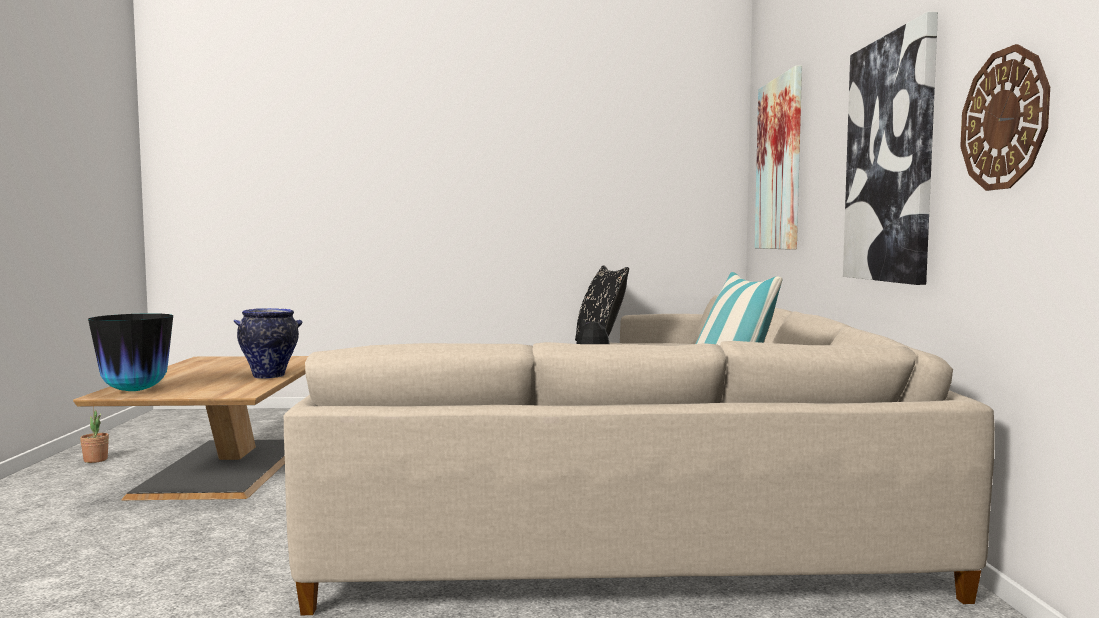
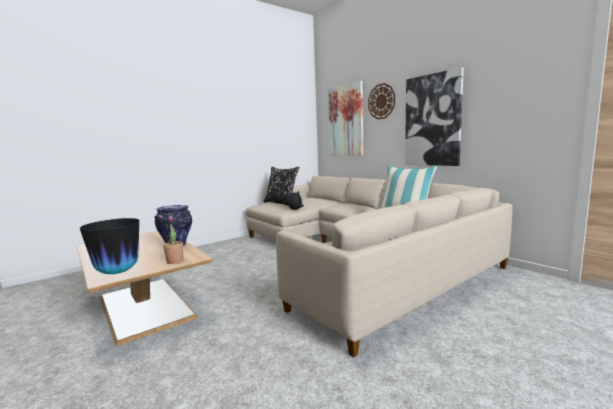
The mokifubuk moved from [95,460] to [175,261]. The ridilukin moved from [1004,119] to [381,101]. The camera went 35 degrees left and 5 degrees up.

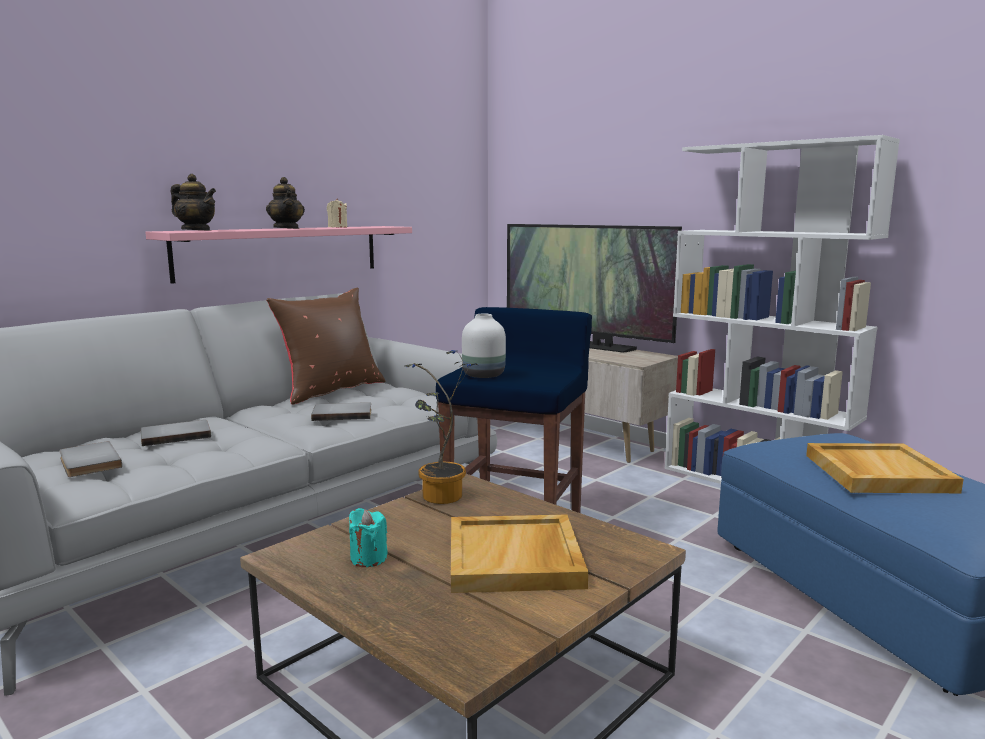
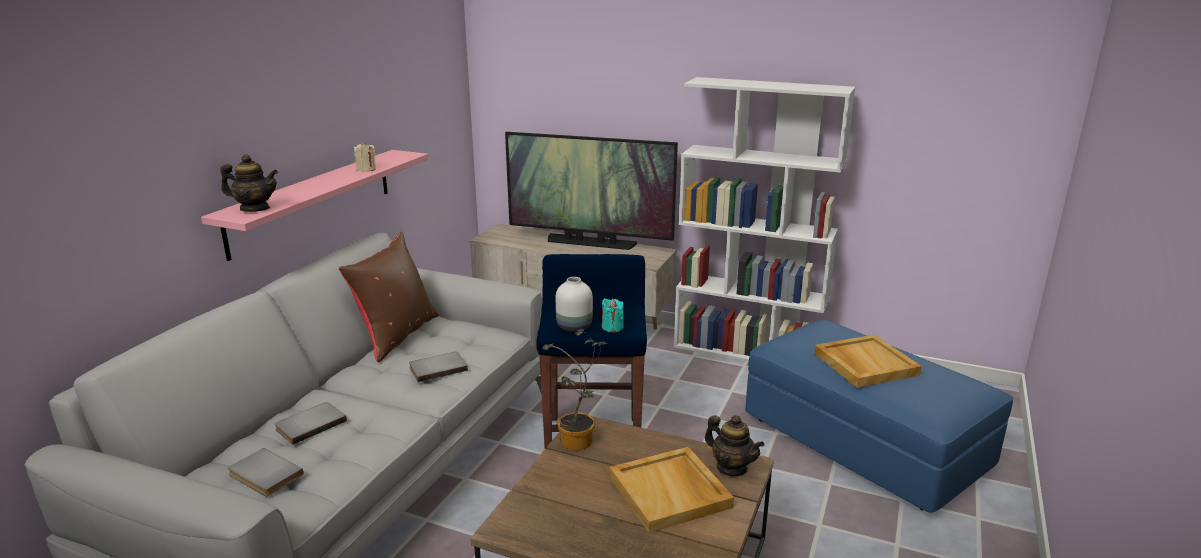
The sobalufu moved from [286,228] to [732,468]. The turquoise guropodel moved from [368,558] to [612,327]. The camera went 20 degrees left and 10 degrees up.

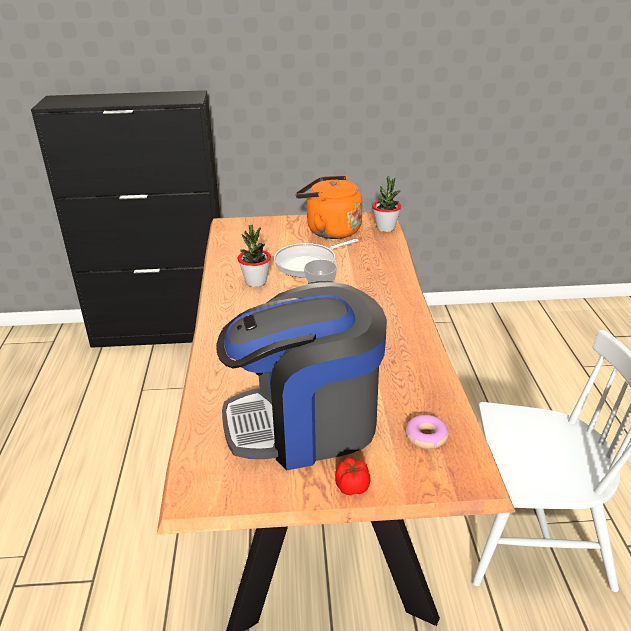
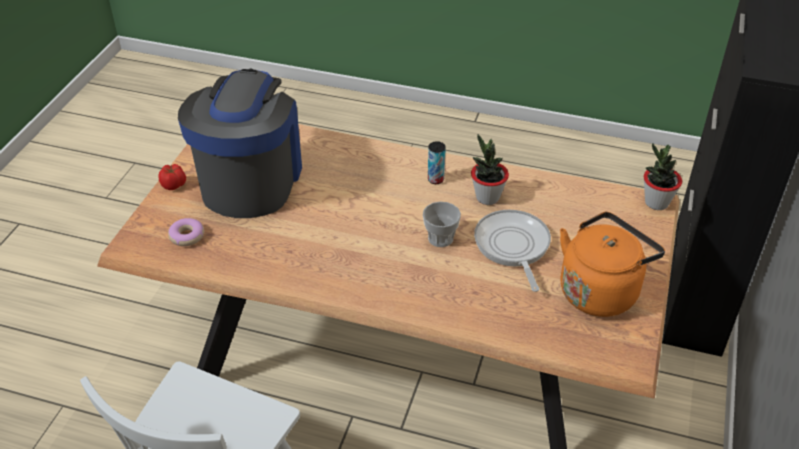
The mokifubuk moved from [385,228] to [656,203]. The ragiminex at [435,179] appeared. The camera went 110 degrees right and 10 degrees up.

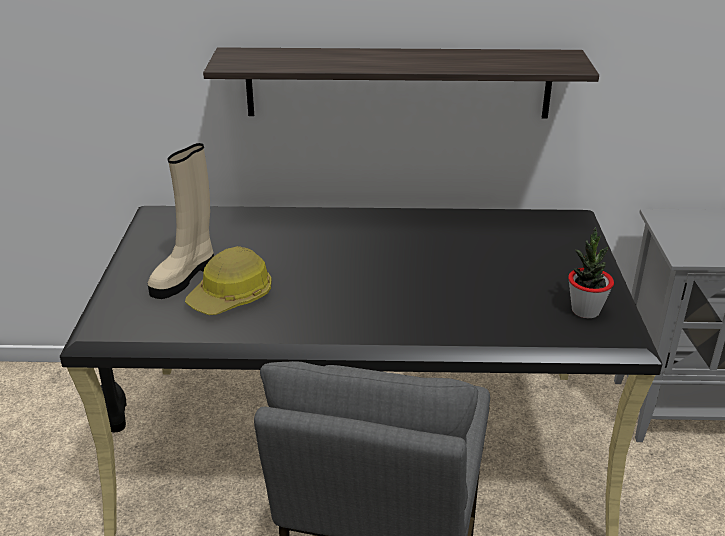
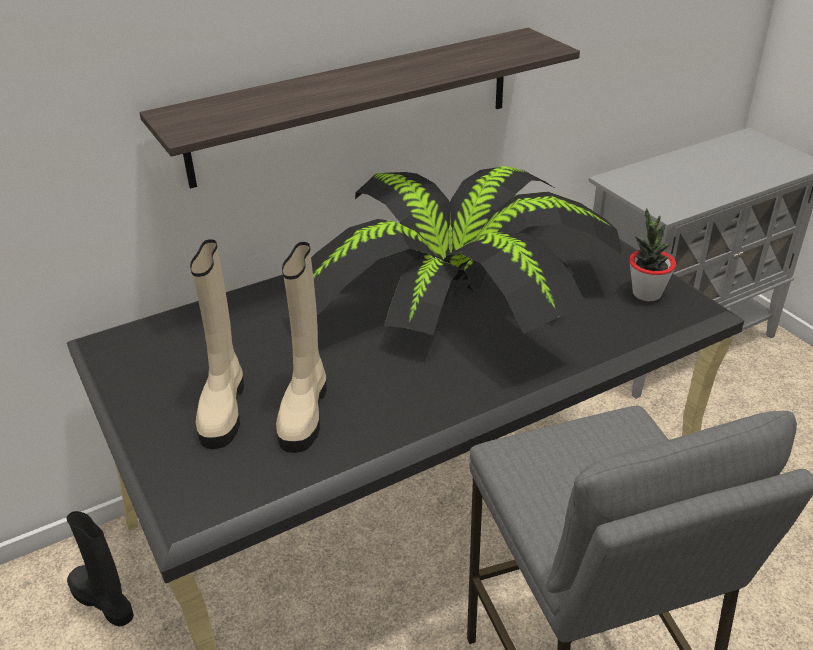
The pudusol at [232,297] was replaced by the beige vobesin at [305,411]. The mokifubuk at [463,288] appeared. The camera went 30 degrees left and 5 degrees up.

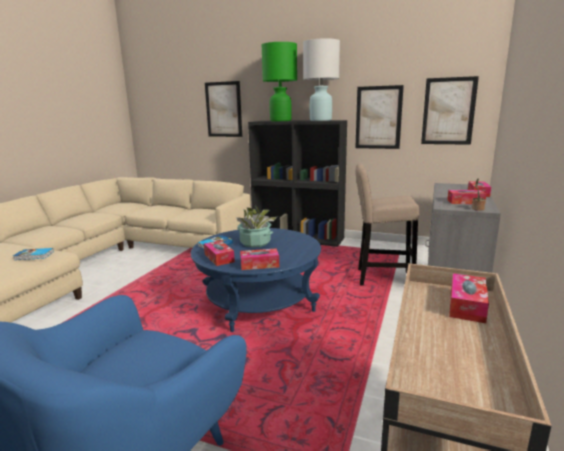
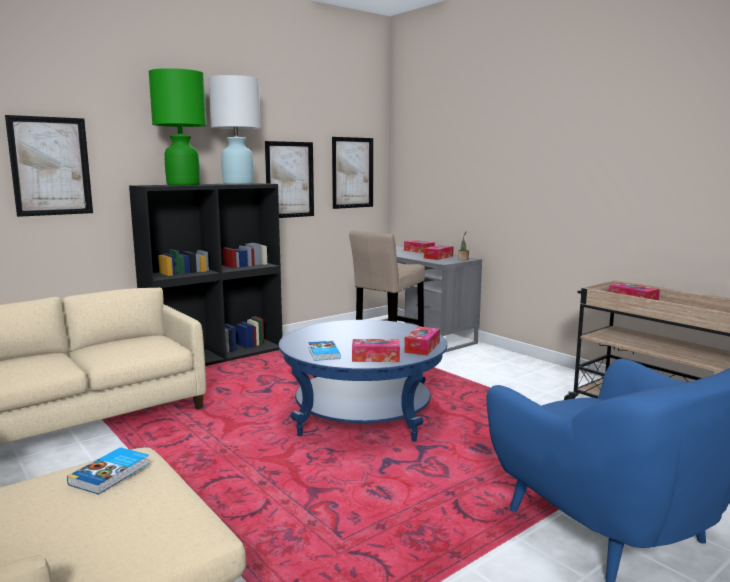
The mokifubuk at [255,243] disappeared. The camera went 60 degrees left and 5 degrees down.

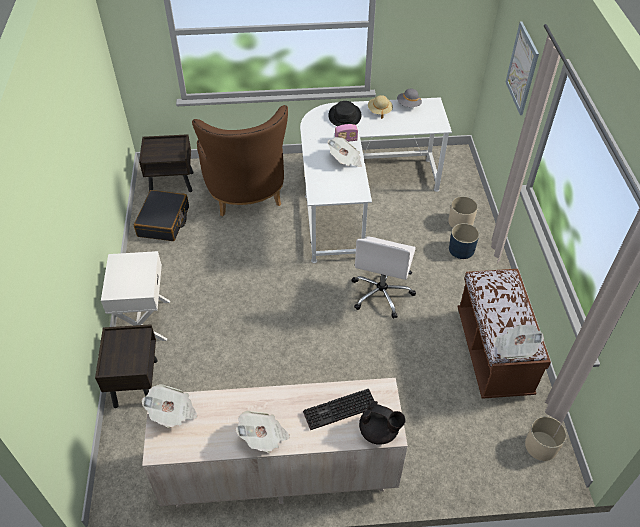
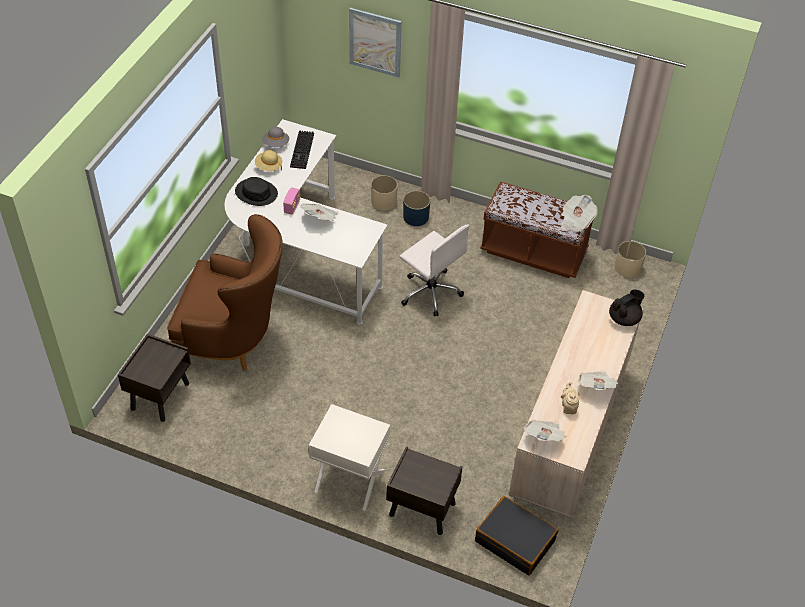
The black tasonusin moved from [164,222] to [515,540]. The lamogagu moved from [339,411] to [303,151]. The beige sobalufu at [568,406] appeared. The camera went 65 degrees left and 0 degrees up.

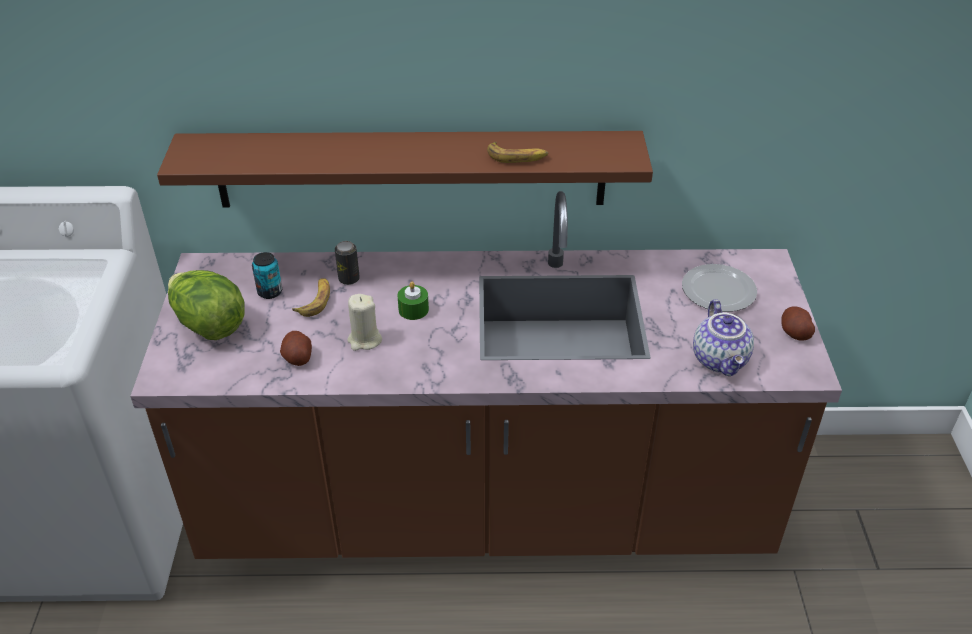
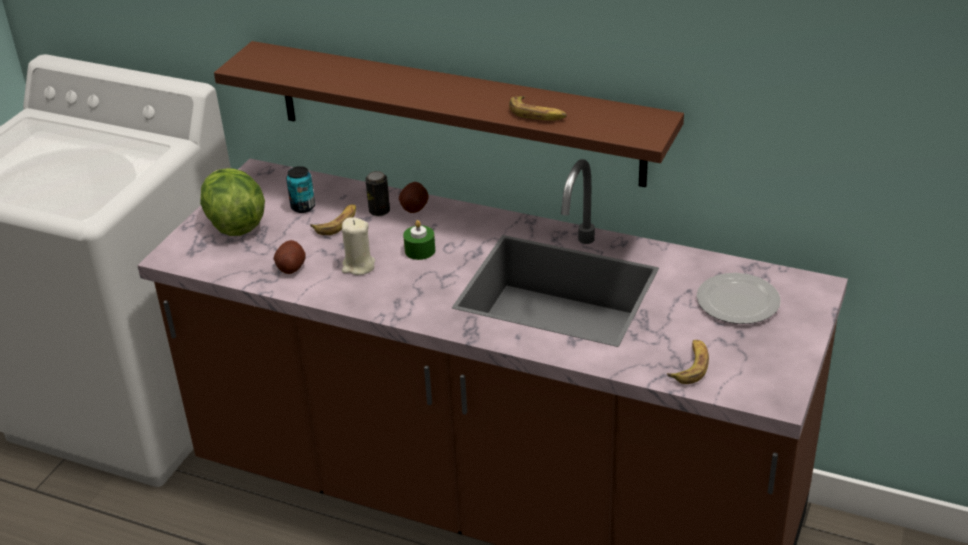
The sobalufu at [721,360] was replaced by the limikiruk at [690,366]. The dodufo moved from [794,333] to [414,207]. The camera went 25 degrees right and 5 degrees down.

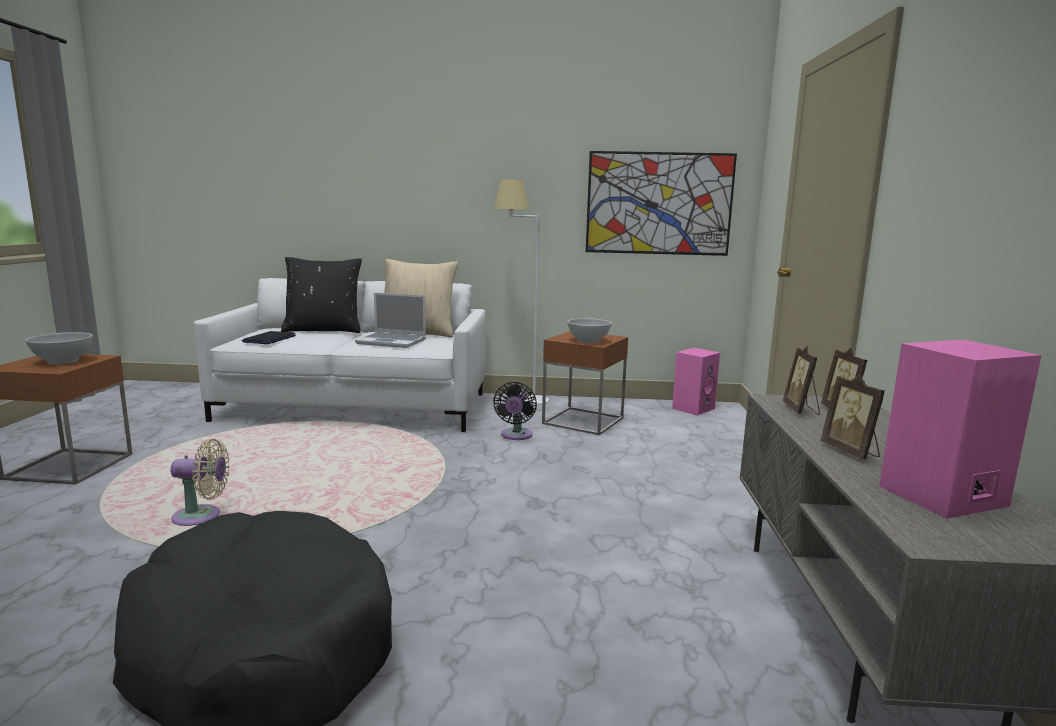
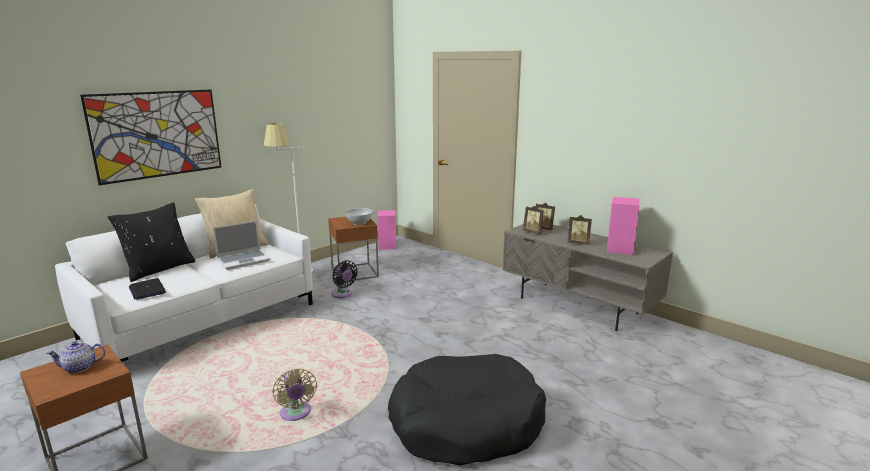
The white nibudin at [62,361] was replaced by the sobalufu at [80,367]. The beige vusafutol at [201,517] turned 120 degrees clockwise. The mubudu moved from [659,203] to [157,134]. The camera went 50 degrees left and 5 degrees up.

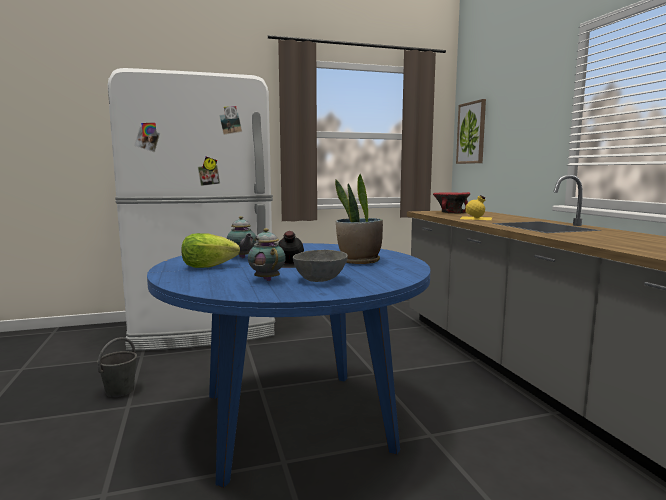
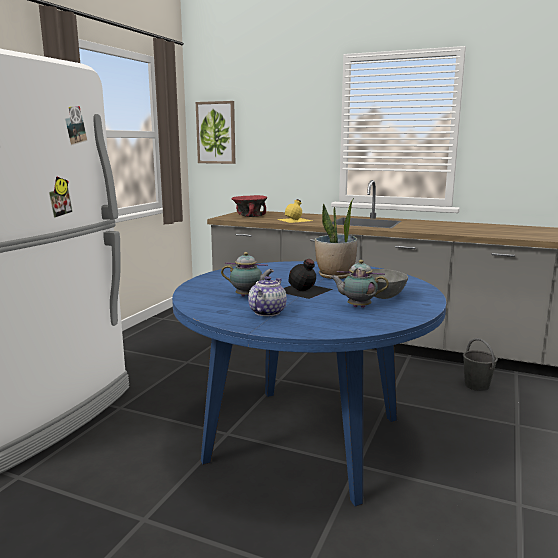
The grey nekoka moved from [120,391] to [476,385]. The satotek at [208,266] was replaced by the sobalufu at [266,312]. The camera went 50 degrees left and 5 degrees up.

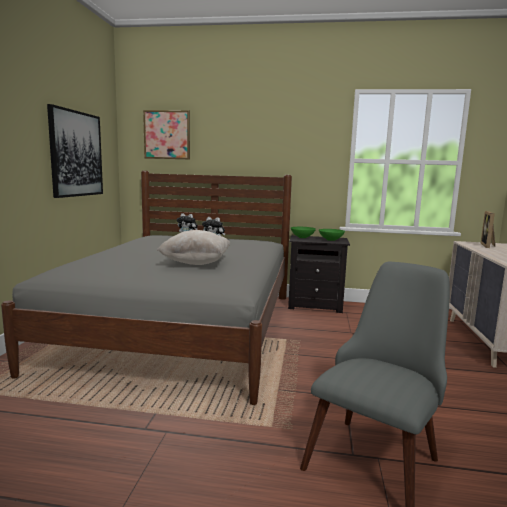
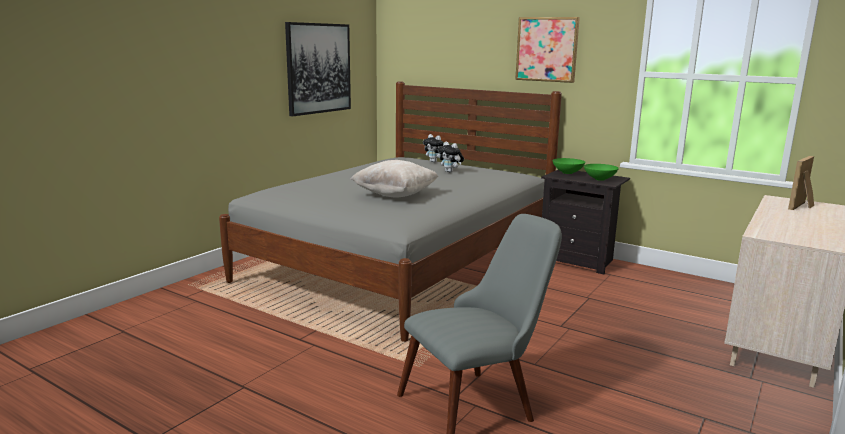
The mubudu moved from [167,135] to [547,49]. The camera went 25 degrees right and 5 degrees up.

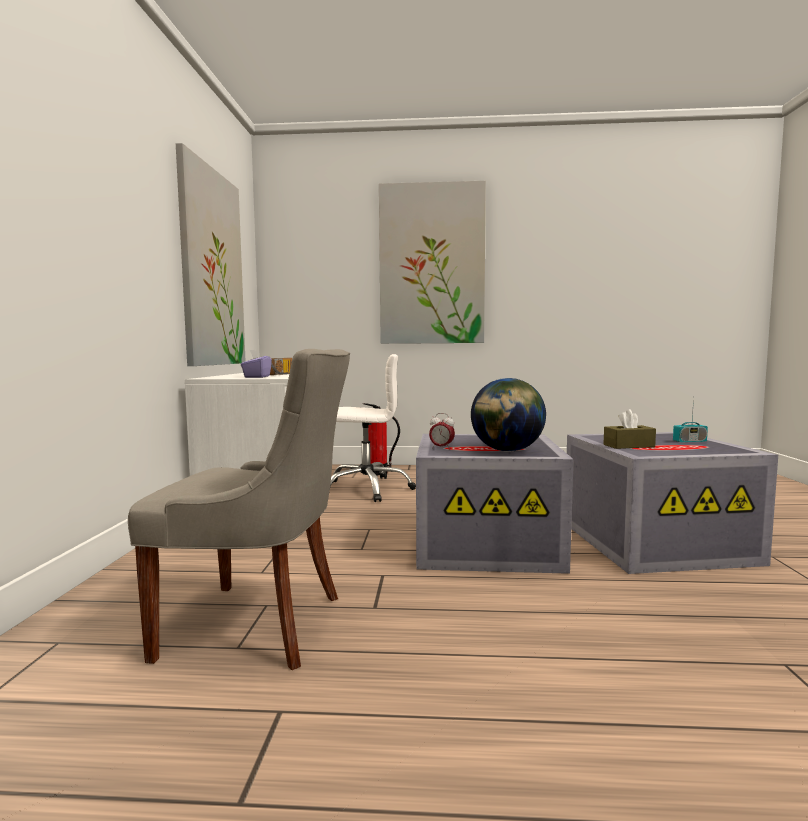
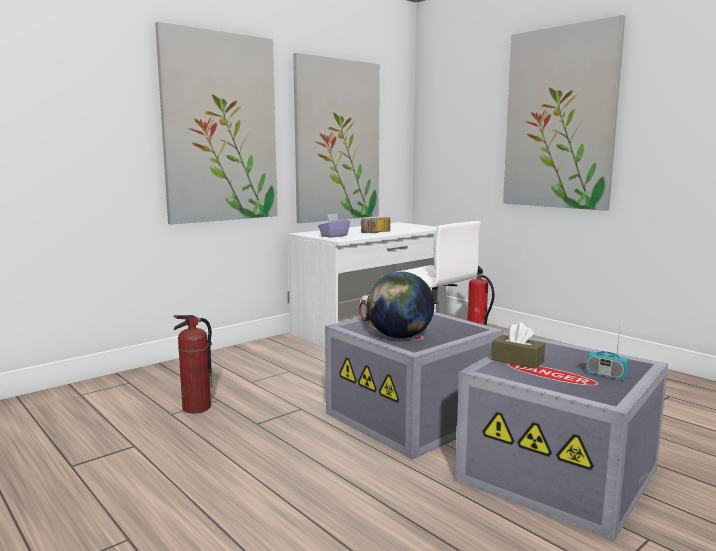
The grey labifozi at [259,625] was replaced by the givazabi at [196,408]. The mubudu at [220,128] appeared. The camera went 45 degrees right and 5 degrees up.

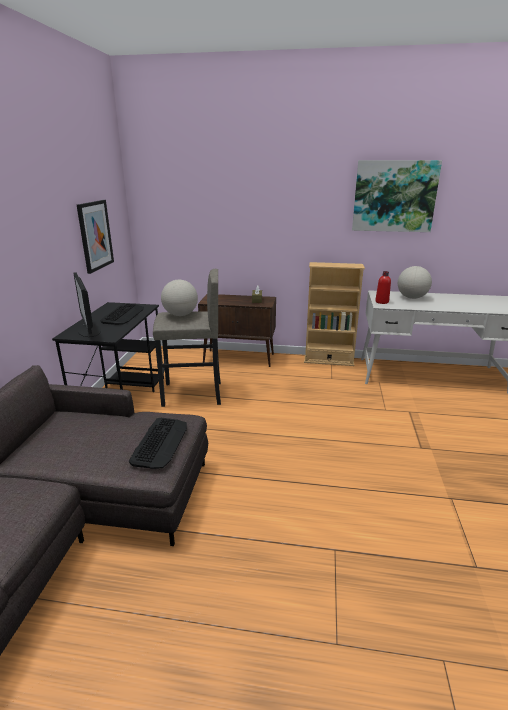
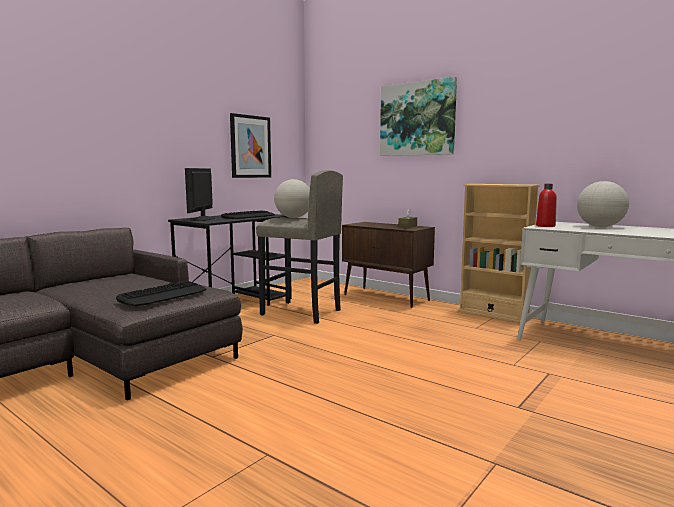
The mubudu moved from [394,196] to [417,119]. The camera went 30 degrees right and 15 degrees down.

